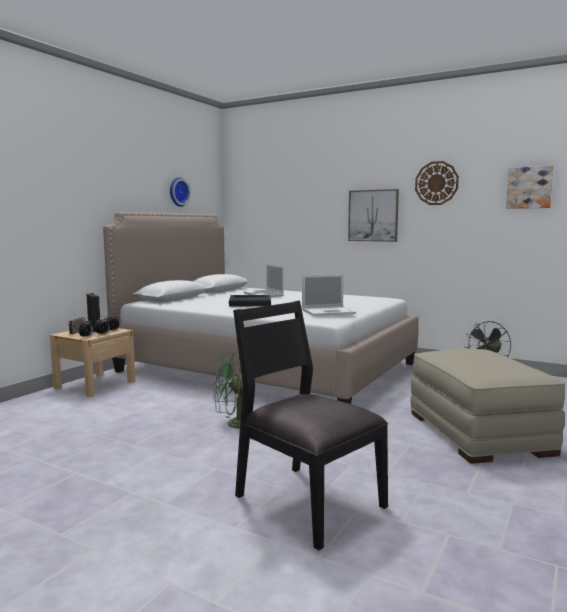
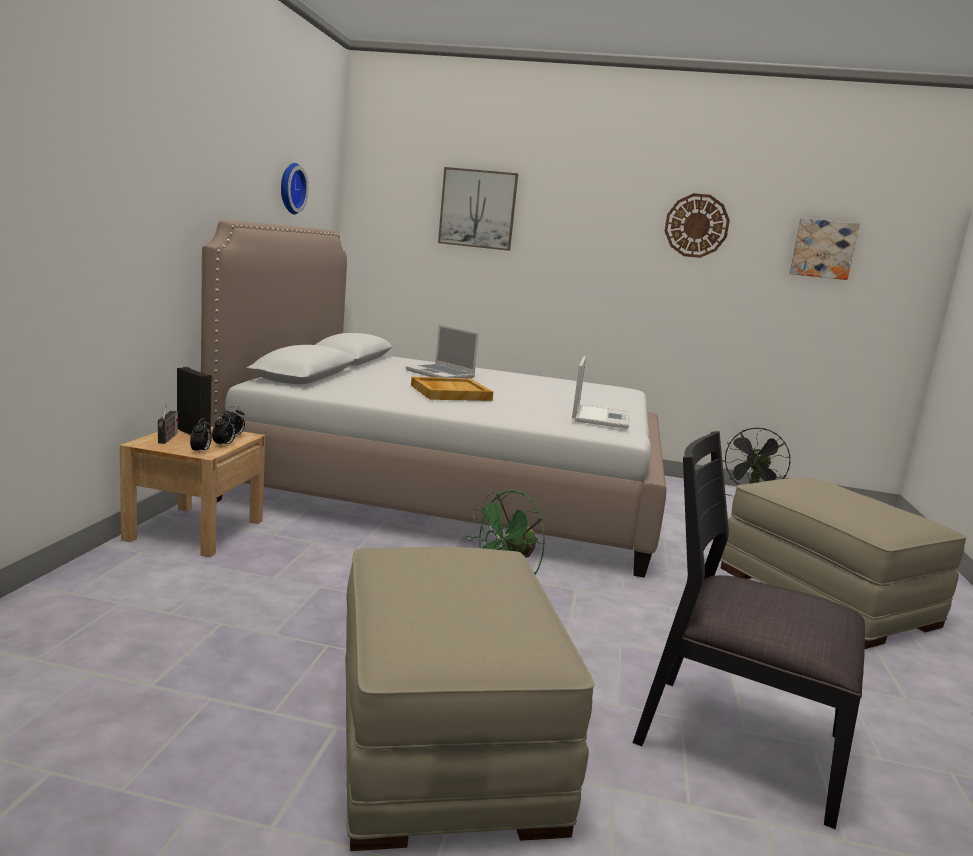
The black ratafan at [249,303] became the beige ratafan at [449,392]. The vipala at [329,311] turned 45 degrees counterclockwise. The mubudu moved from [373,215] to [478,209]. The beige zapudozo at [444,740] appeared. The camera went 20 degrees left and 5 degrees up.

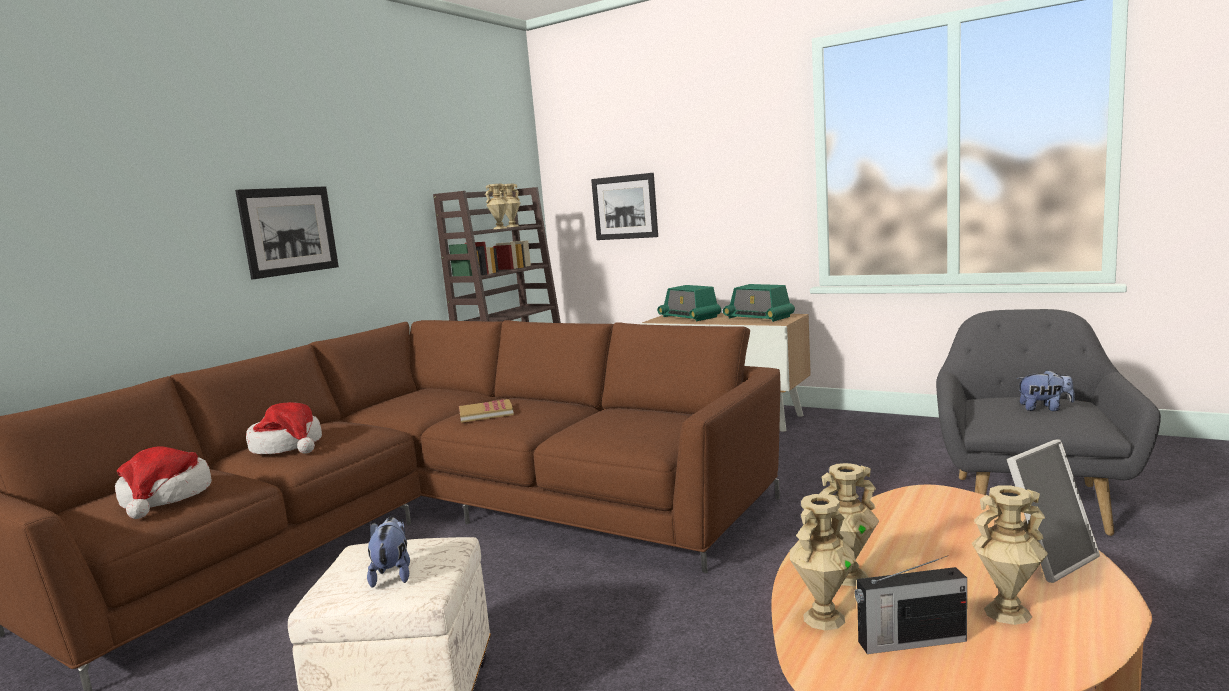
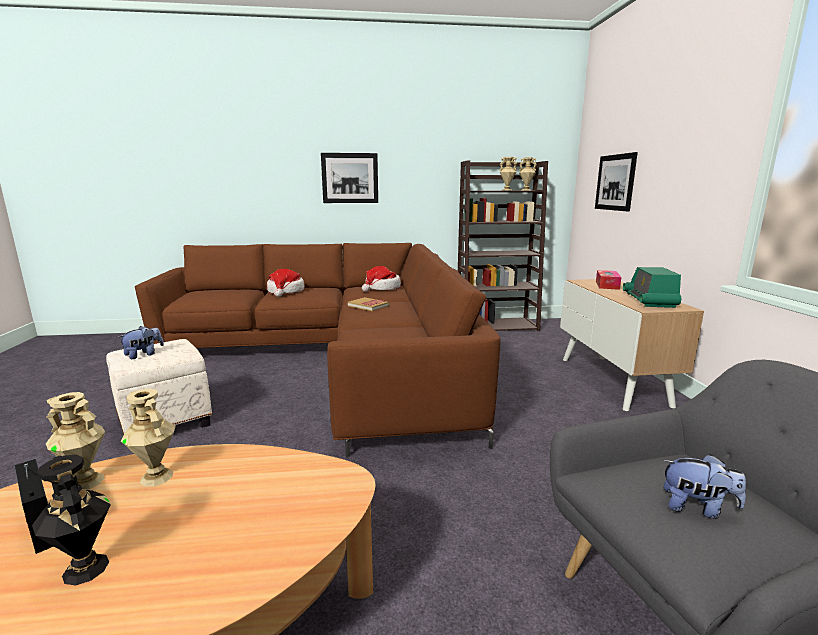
The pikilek moved from [165,498] to [382,288]. The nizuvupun at [689,317] was replaced by the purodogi at [607,285]. The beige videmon at [1008,613] became the black videmon at [84,569]. The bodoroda at [1046,559] disappeared. The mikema at [1044,408] turned 45 degrees counterclockwise. The camera went 50 degrees right and 5 degrees up.

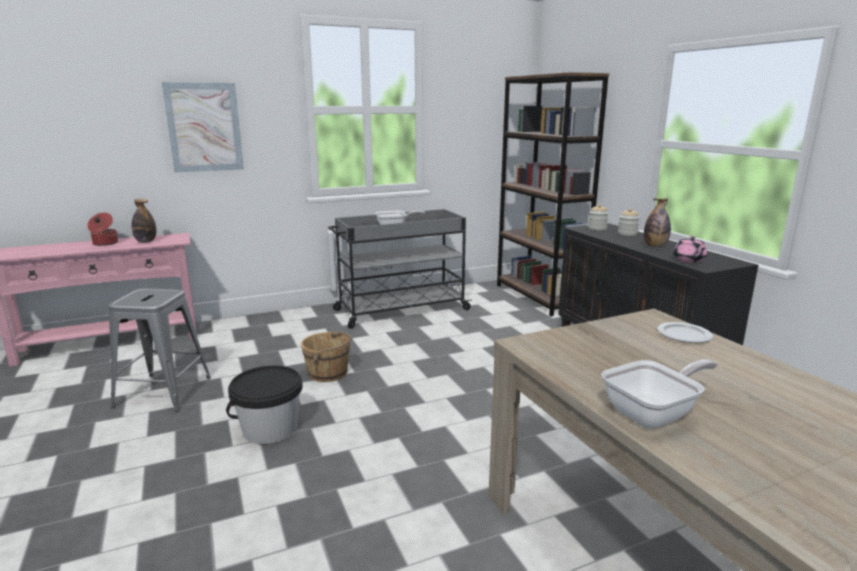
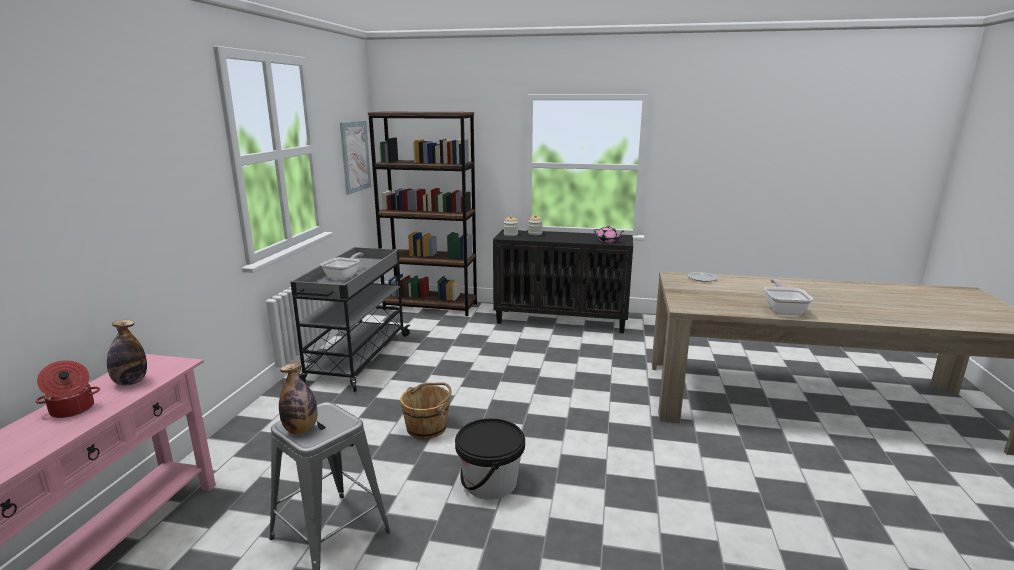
The mubudu moved from [204,127] to [355,156]. The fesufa moved from [655,246] to [301,429]. The camera went 55 degrees left and 0 degrees up.

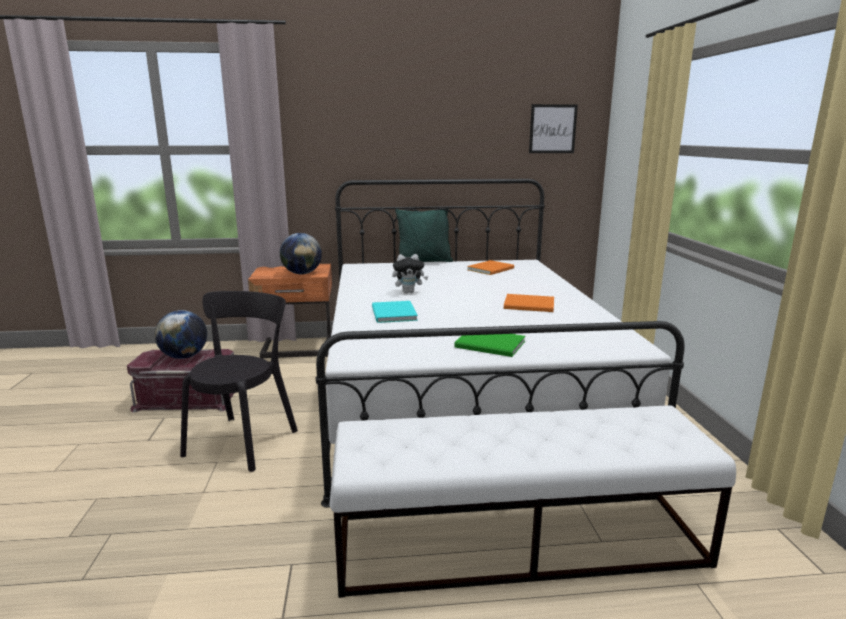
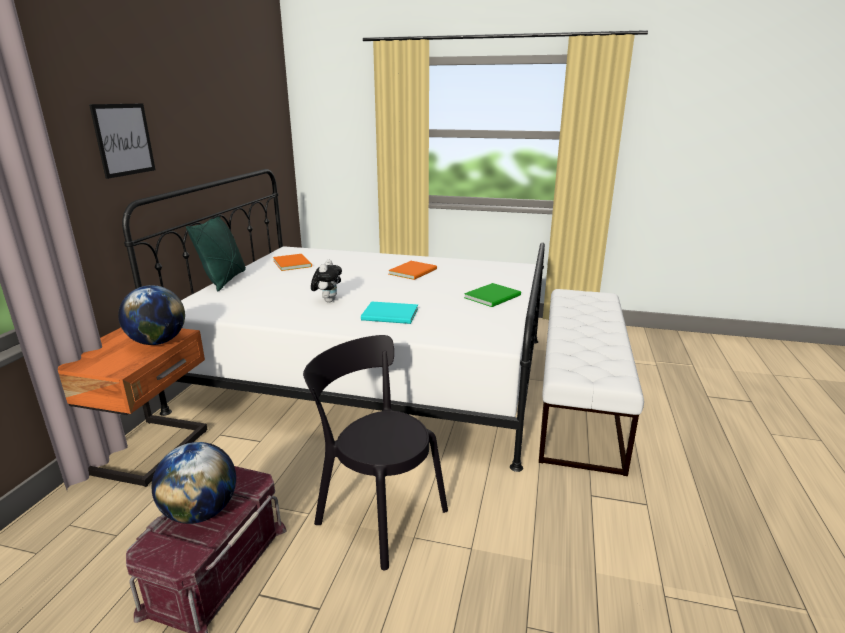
The mubudu moved from [552,129] to [124,139]. The camera went 70 degrees left and 5 degrees up.

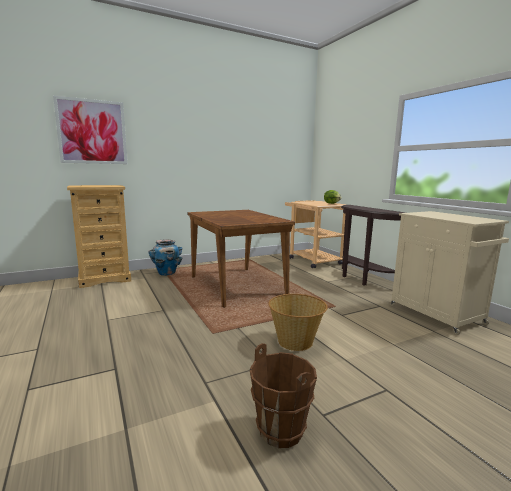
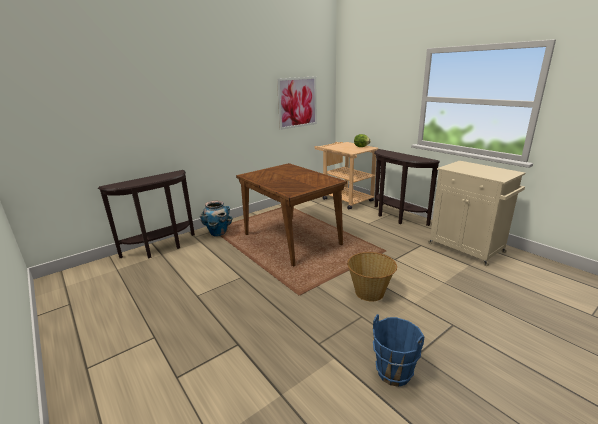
The mubudu moved from [92,132] to [297,102]. The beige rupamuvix at [105,279] was replaced by the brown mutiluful at [161,248]. The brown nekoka at [281,430] became the blue nekoka at [394,372]. The camera went 10 degrees left and 10 degrees up.

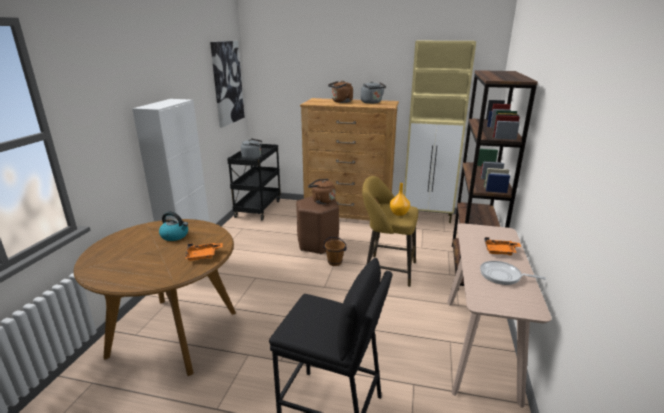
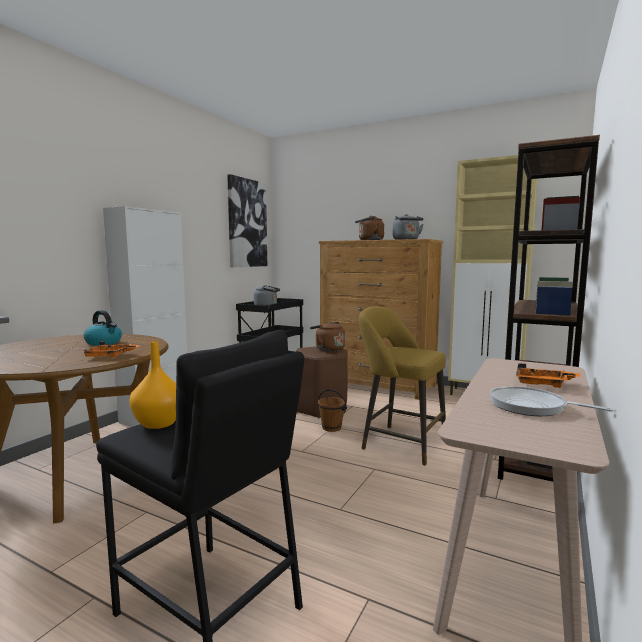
The orange videmon moved from [399,213] to [160,423]. The camera went 15 degrees right and 15 degrees down.

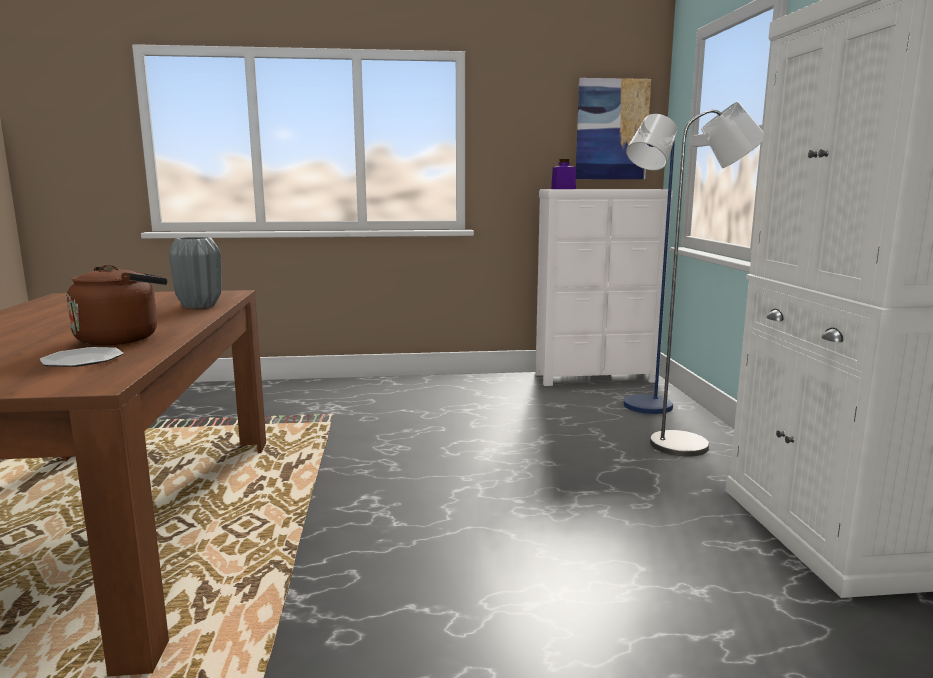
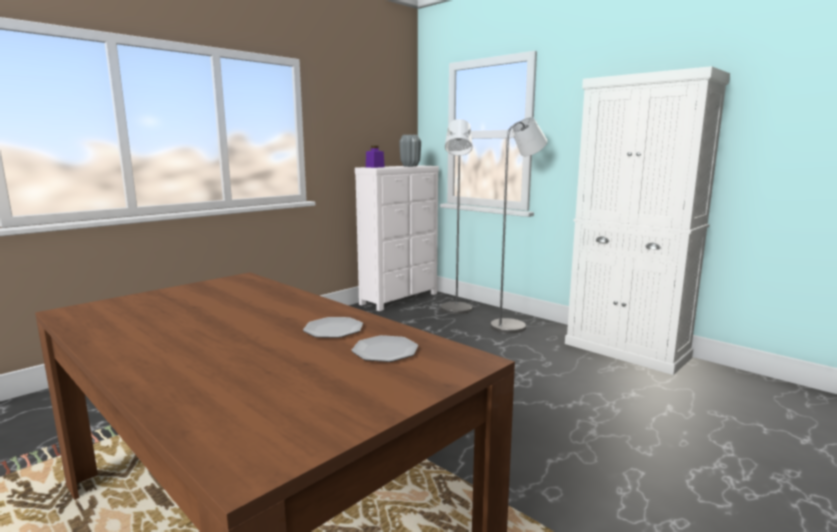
The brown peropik at [122,338] was replaced by the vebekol at [334,330]. The grey videmon moved from [199,305] to [410,166]. The mubudu at [612,129] disappeared. The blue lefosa at [642,408] became the grey lefosa at [456,311]. The camera went 40 degrees left and 0 degrees up.

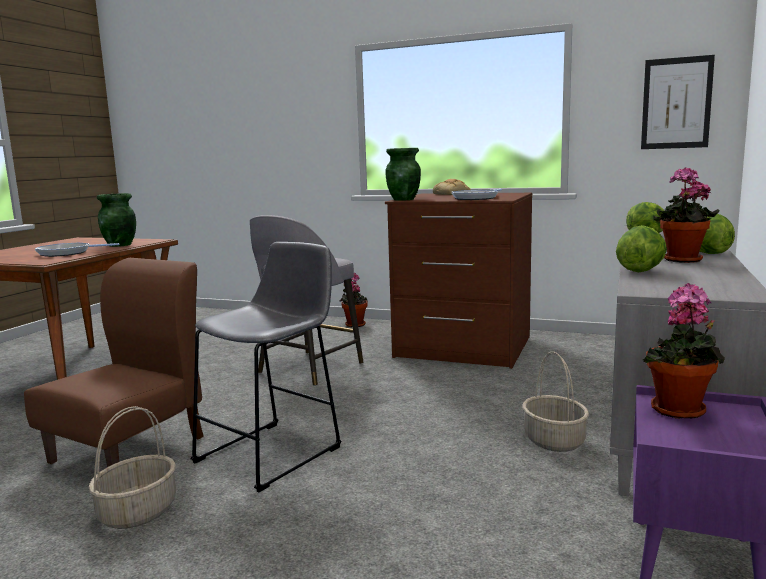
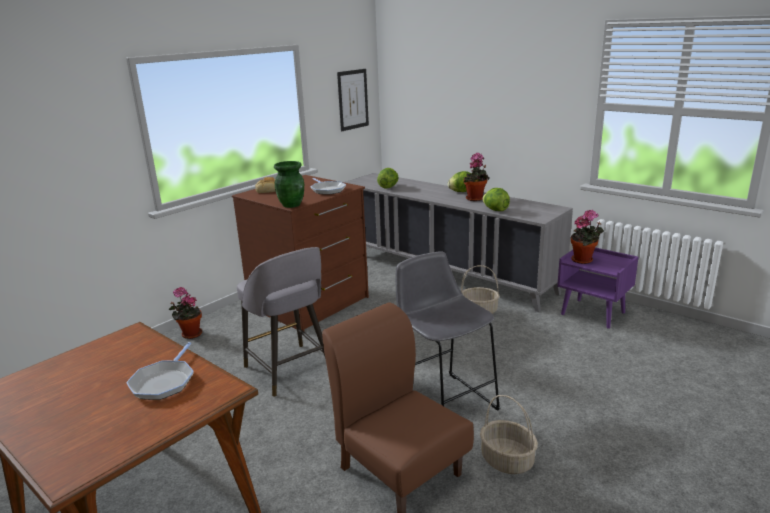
The green videmon at [120,245] disappeared. The camera went 70 degrees left and 10 degrees up.

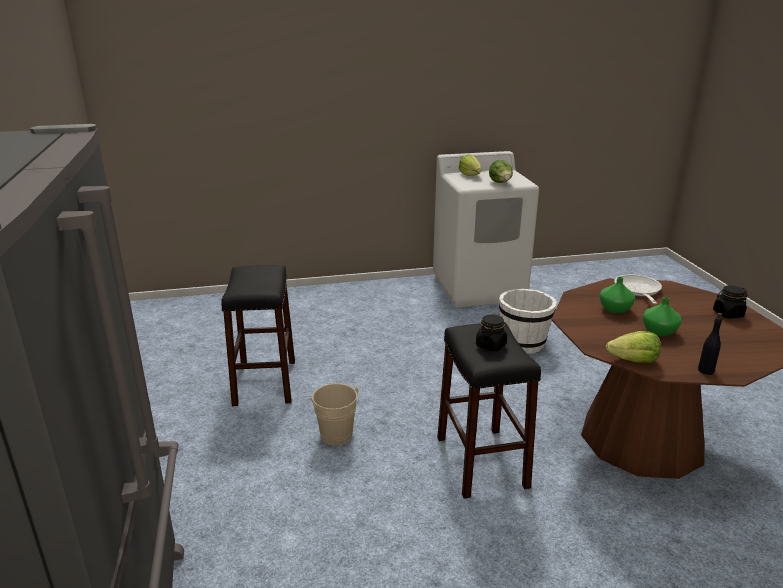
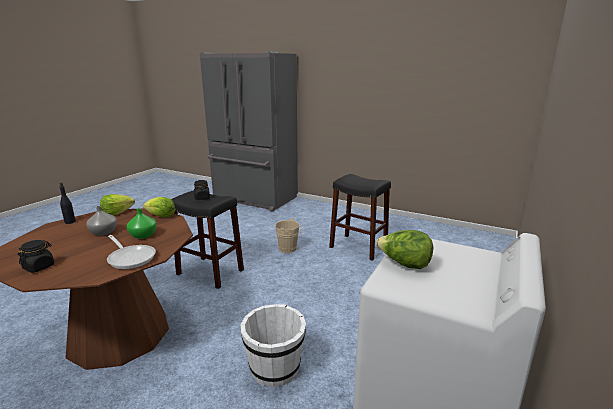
The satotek moved from [470,175] to [160,216]. The green videmon at [659,332] became the grey videmon at [104,232]. The camera went 130 degrees right and 5 degrees down.

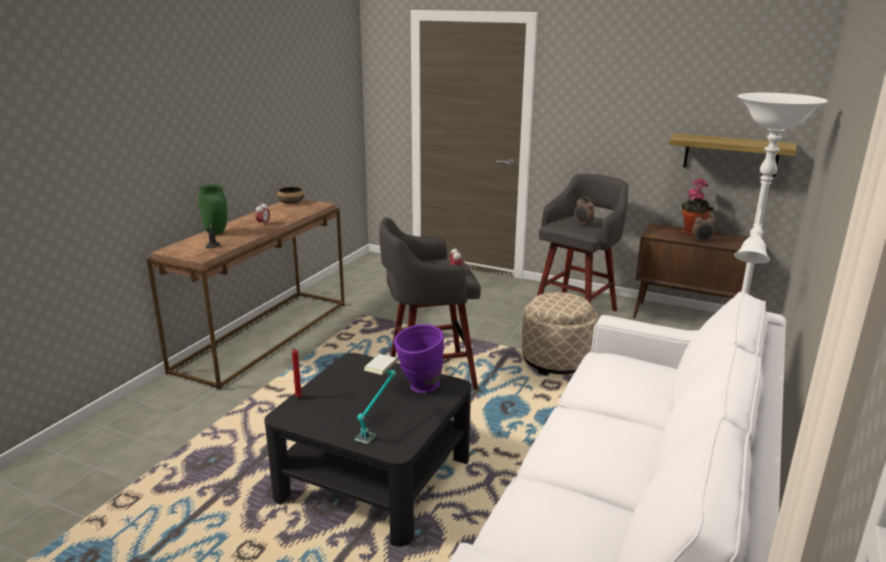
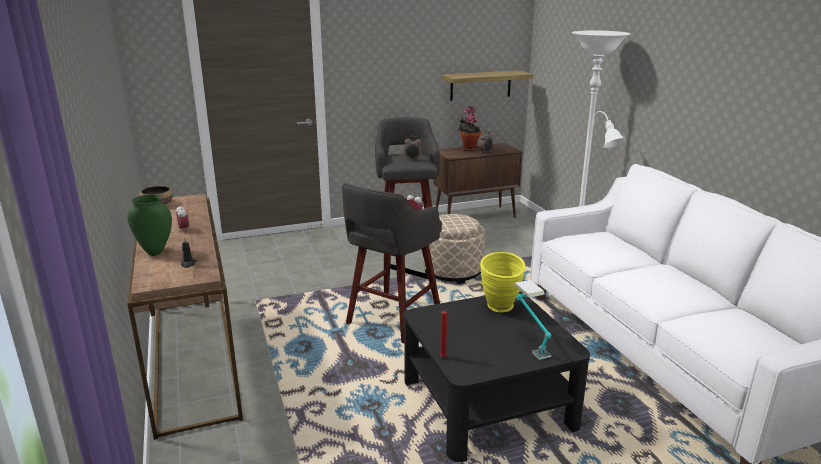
The purple videmon at [419,388] became the yellow videmon at [500,309]. The camera went 45 degrees left and 0 degrees up.

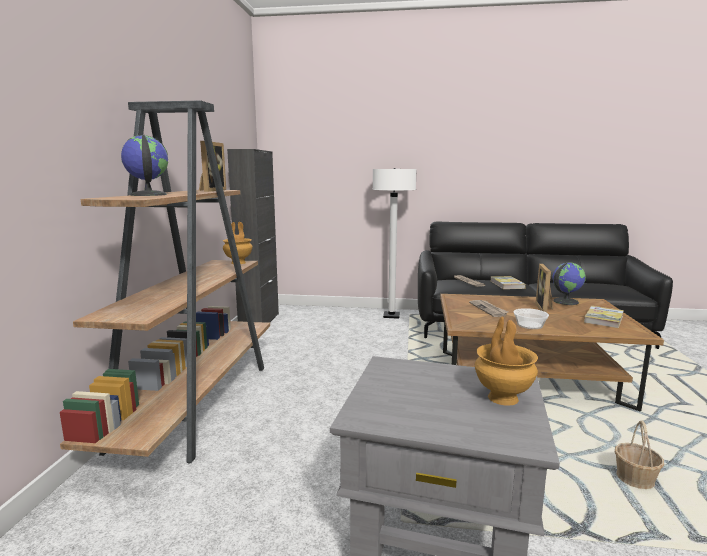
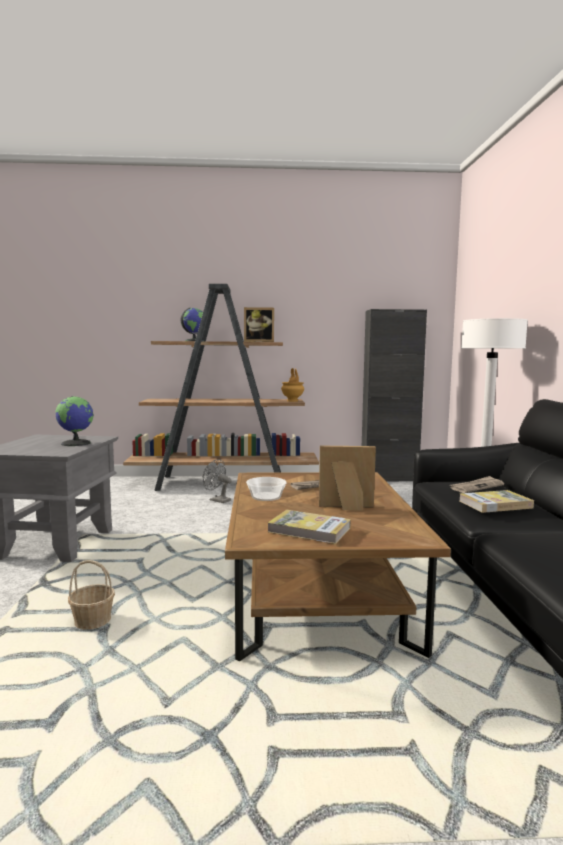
The brown videmon at [502,397] disappeared. The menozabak moved from [565,301] to [76,443]. The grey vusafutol at [217,500] appeared. The camera went 80 degrees right and 5 degrees down.

